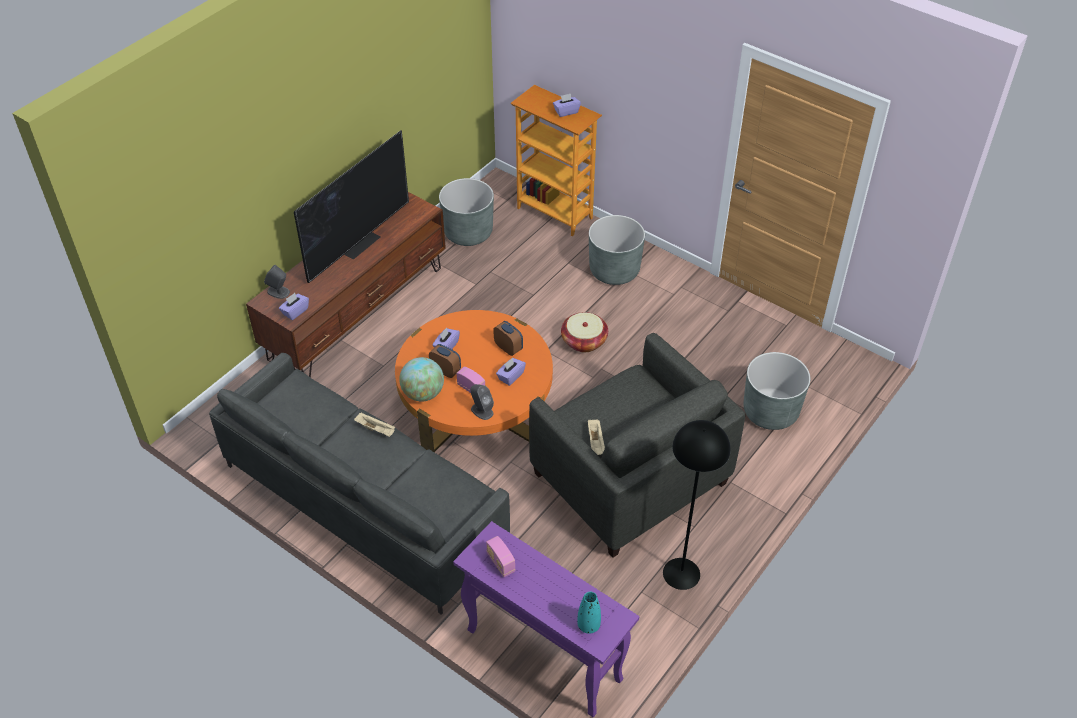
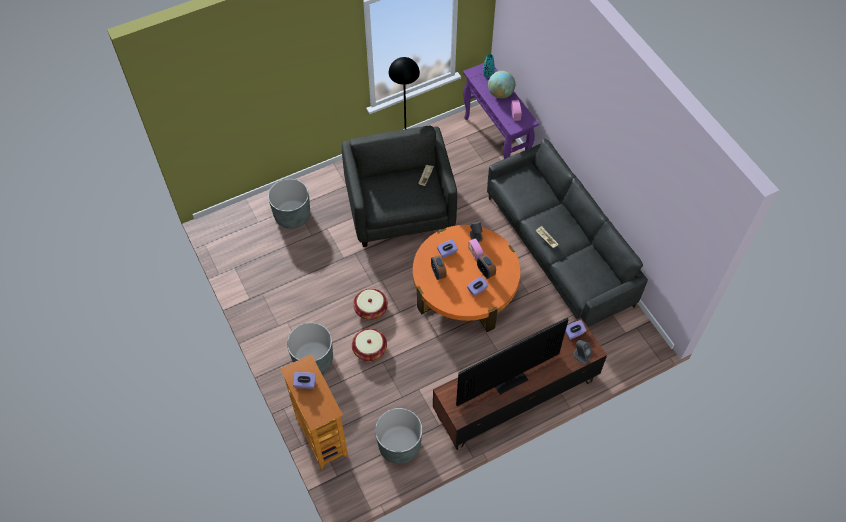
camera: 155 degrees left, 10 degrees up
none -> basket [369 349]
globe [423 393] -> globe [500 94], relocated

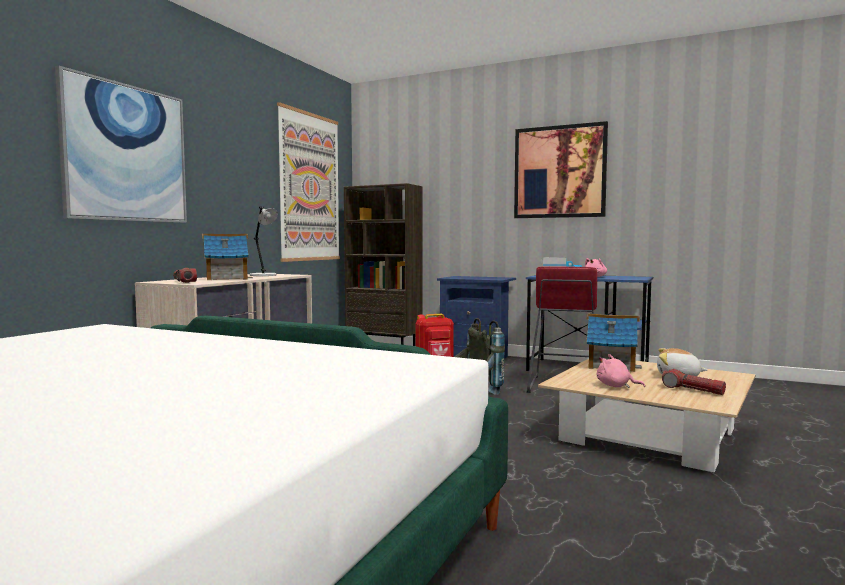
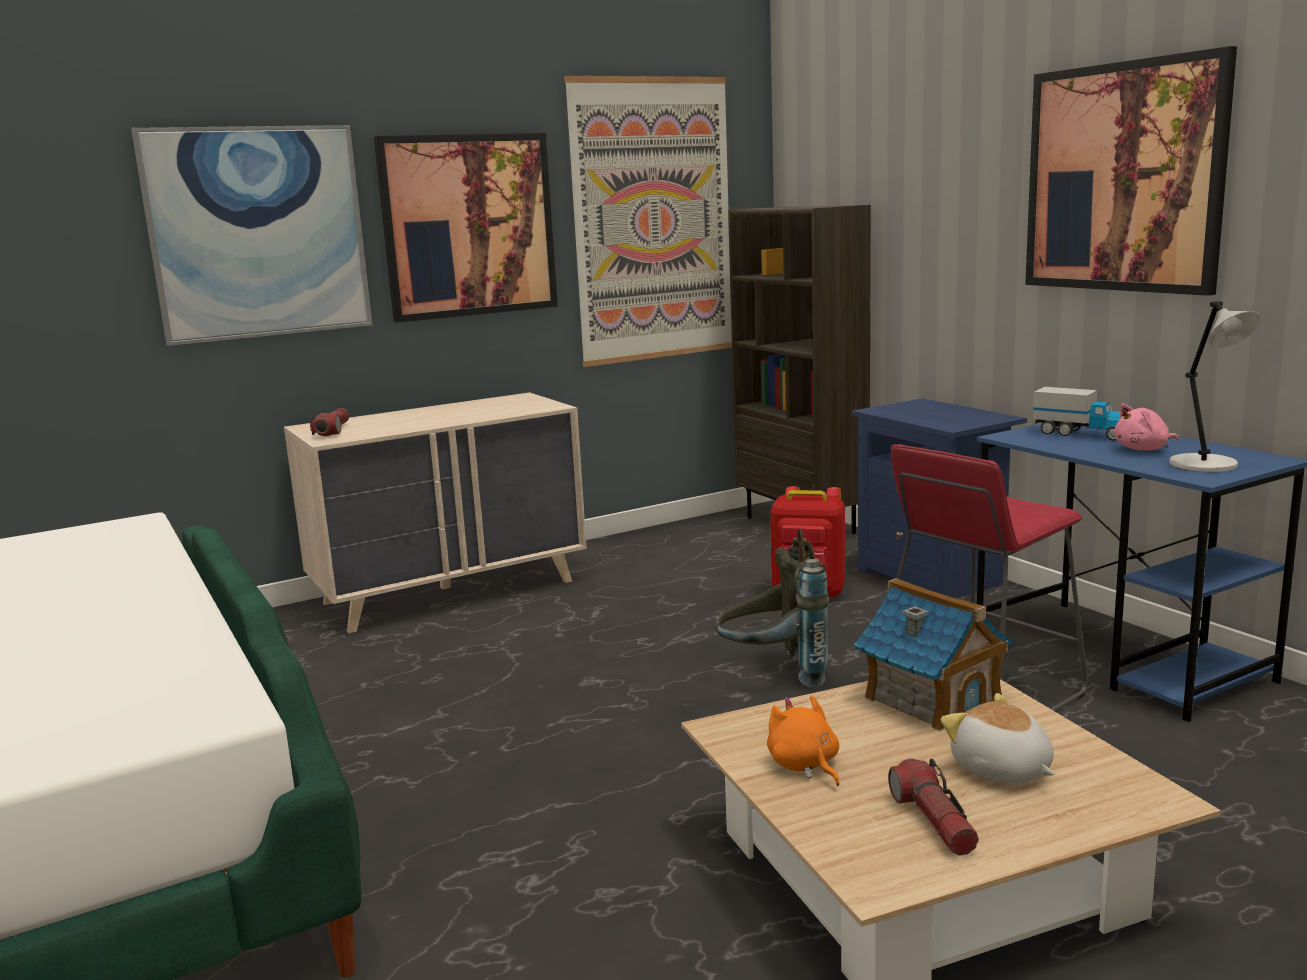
camera: 35 degrees right, 10 degrees up
toy house [226 278] -> none
none -> picture [469 226]
table lamp/grey [264 275] -> table lamp/grey [1206 465], relocated
plush toy/pink [616 386] -> plush toy/orange [804 765]

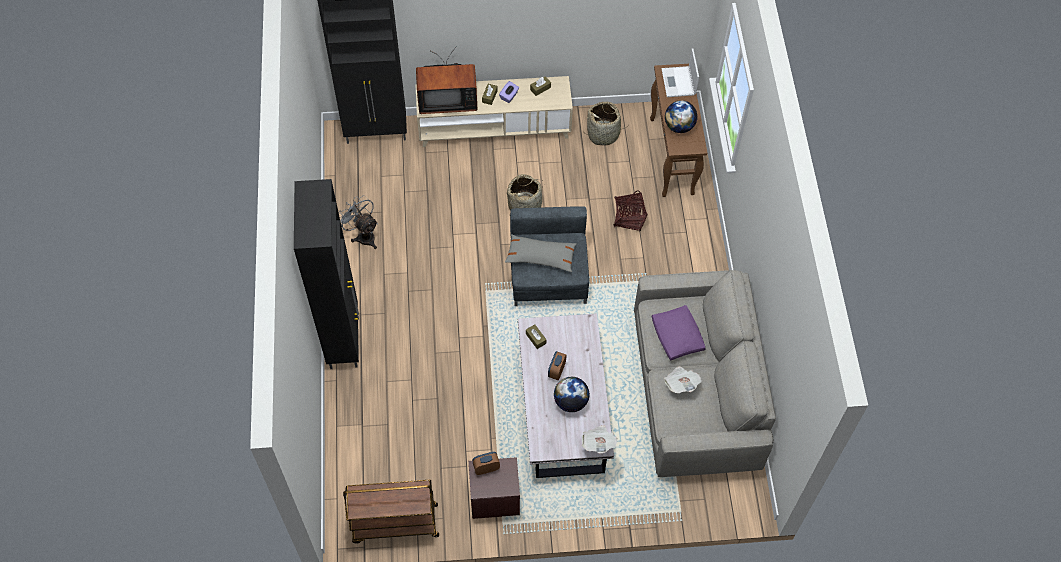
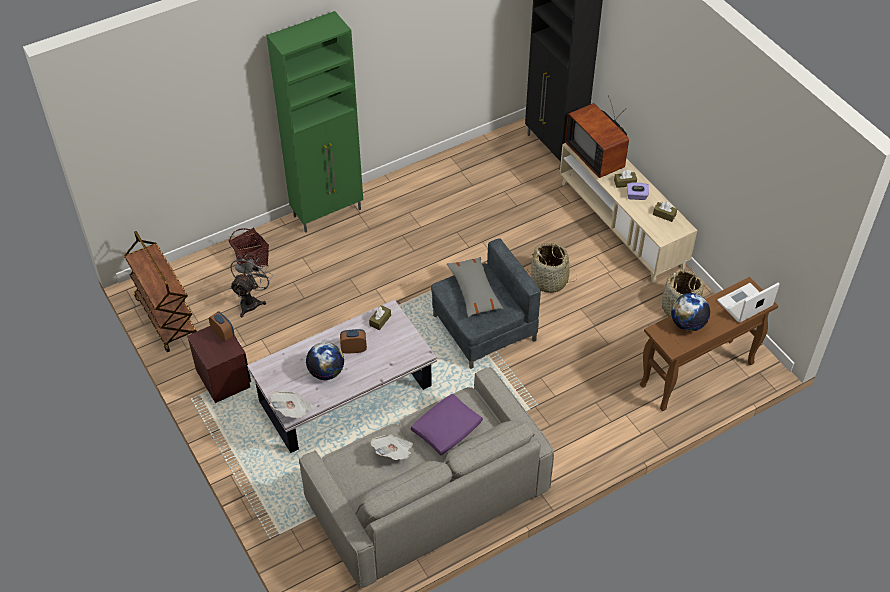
camera: 65 degrees right, 10 degrees down
fan/grey [363 235] -> fan/grey [251 301], relocated
basket [629 218] -> basket [251 259], relocated
cabinet/black [344 338] -> cabinet/green [328 213]

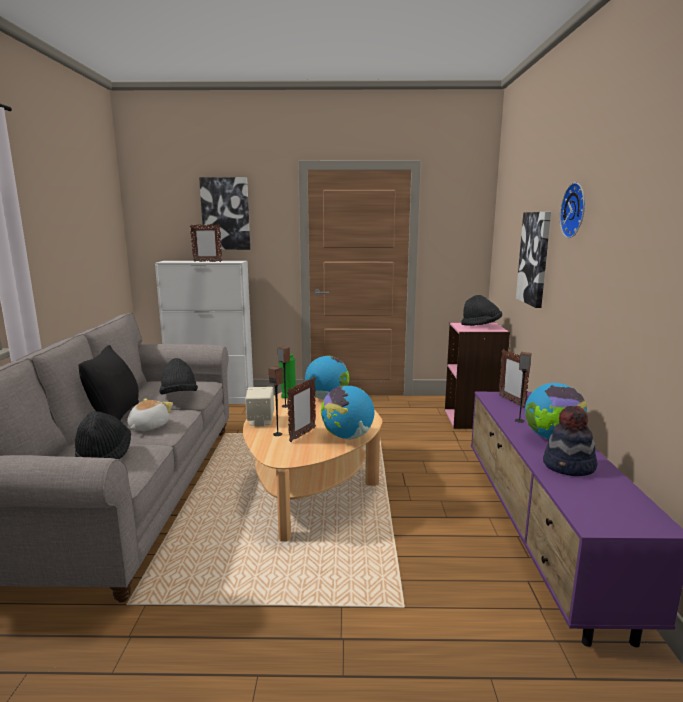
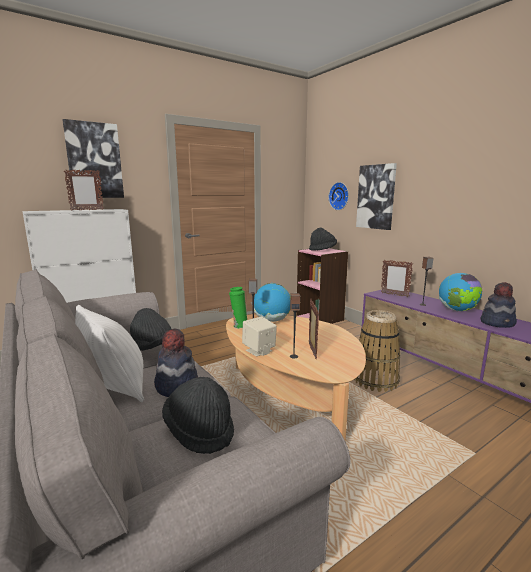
camera: 35 degrees left, 0 degrees up
globe [347 437] -> none
none -> basket [375 380]
wall clock [576 210] -> wall clock [340 196], relocated
plush toy [148 426] -> hat [176 386]
pillow/black [116 416] -> pillow/white [114 387]

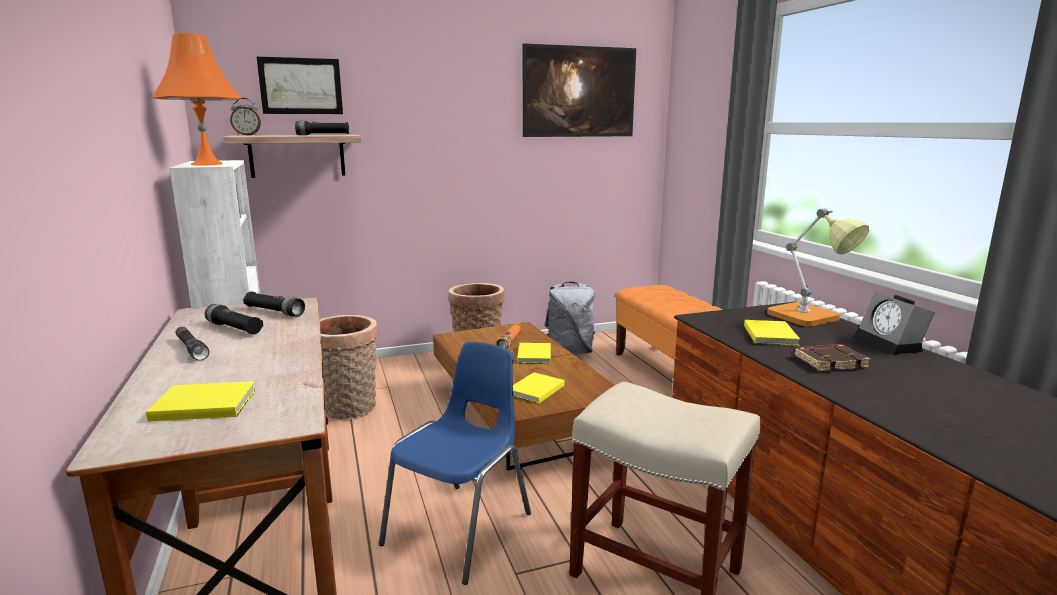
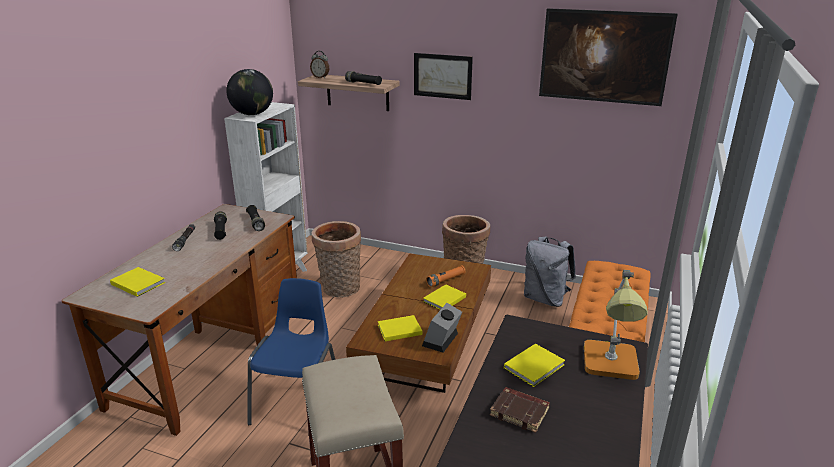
camera: 40 degrees right, 10 degrees up
picture [301 86] -> picture [442 76], relocated
alarm clock [891 344] -> alarm clock [441 341], relocated
table lamp/orange [207 164] -> globe [252 114]
chair/blue [461 528] -> chair/blue [298 401], 60 degrees counterclockwise

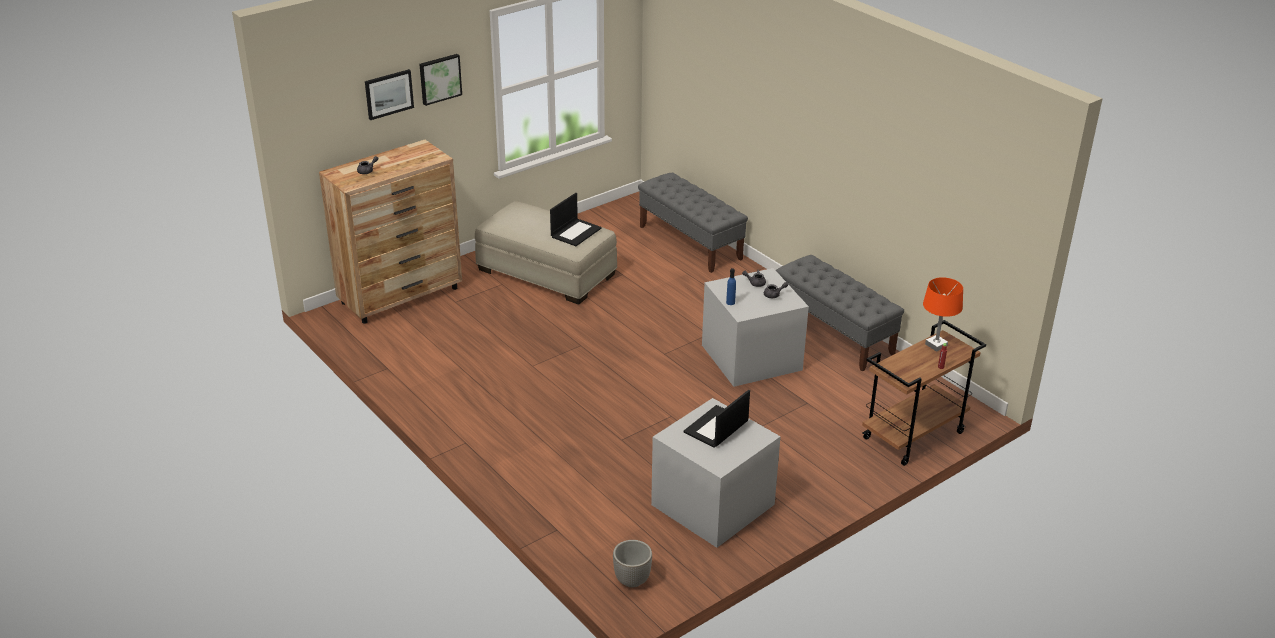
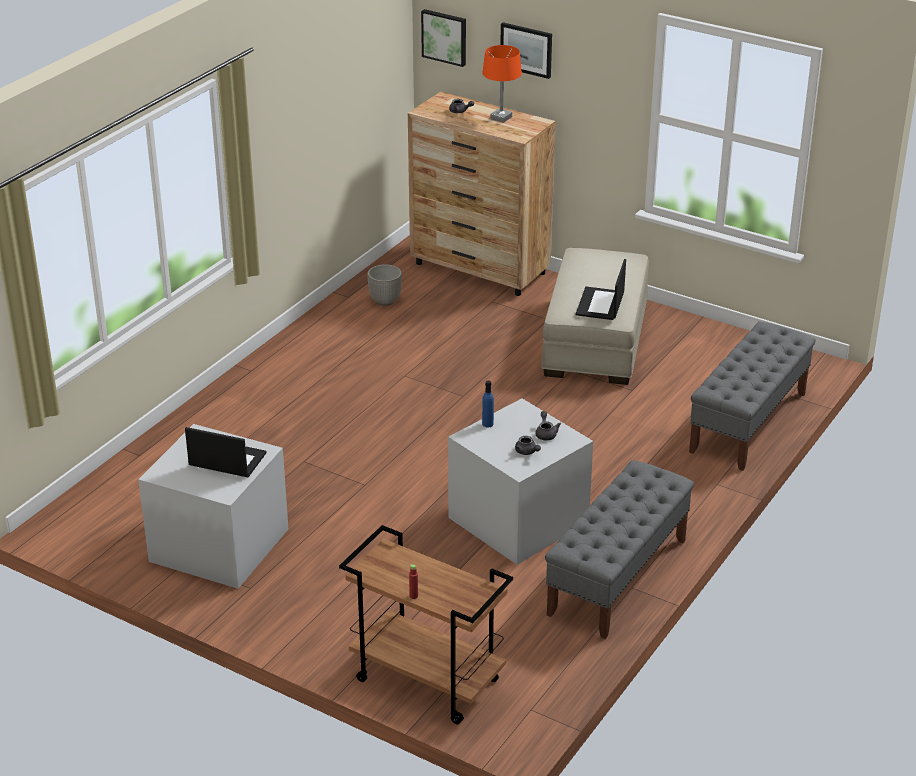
camera: 70 degrees right, 0 degrees up
picture [439 78] -> picture [445 37], relocated
planter [632 580] -> planter [385 301], relocated
table lamp/orange [936 345] -> table lamp/orange [501 117], relocated
laptop [576 232] -> laptop [600 304], 90 degrees clockwise

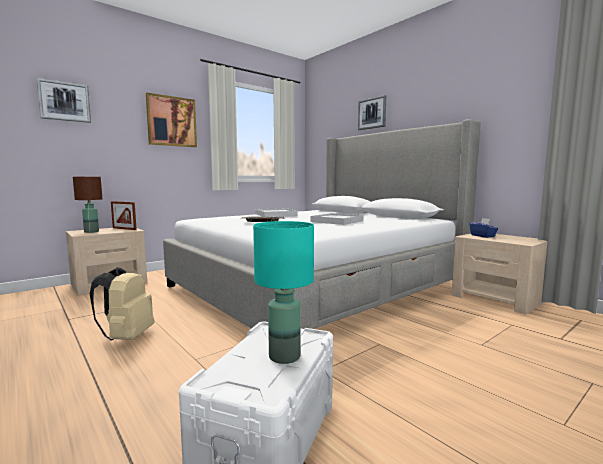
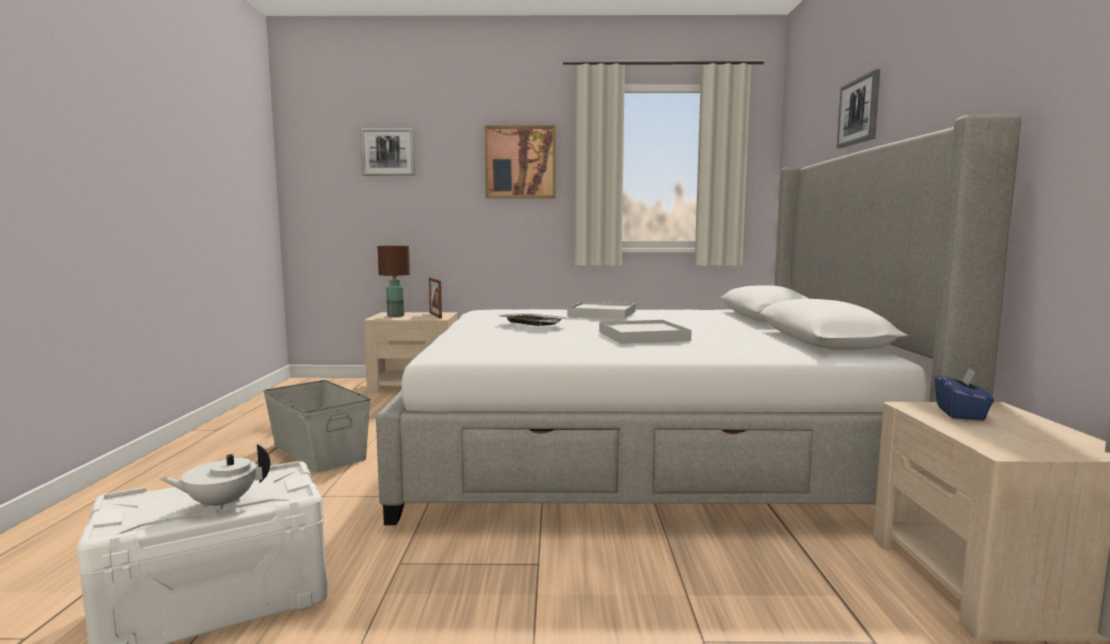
camera: 40 degrees right, 0 degrees up
backpack/beige [127 337] -> storage box/grey [319 451]
table lamp/turquoise [283 356] -> teapot/white [221 504]

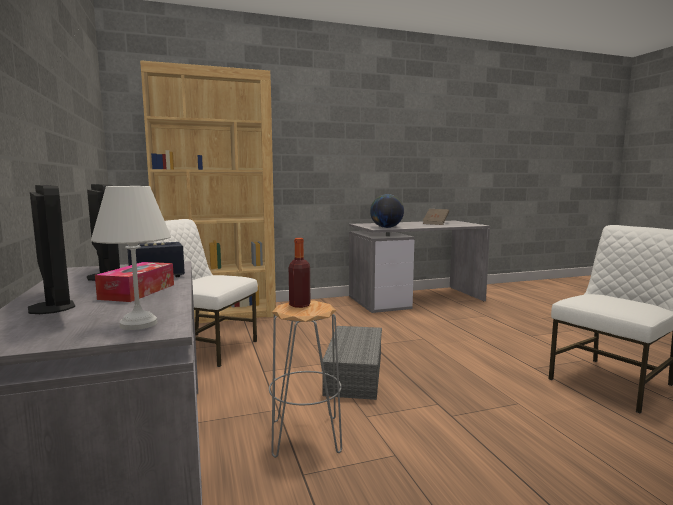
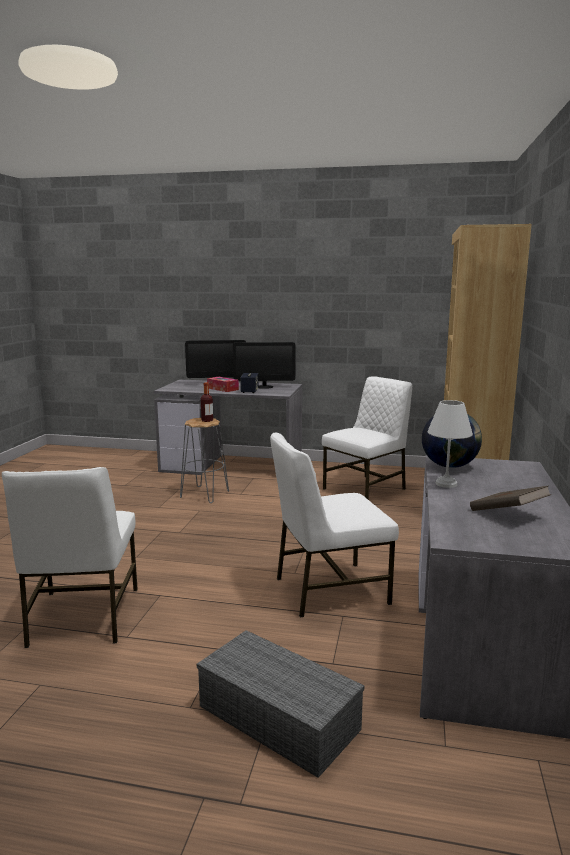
camera: 120 degrees right, 5 degrees up
none -> chair/white [329 590]
table lamp/white [140 323] -> table lamp/white [447 484], relocated
storage box/grey [353 373] -> storage box/grey [281 717], relocated

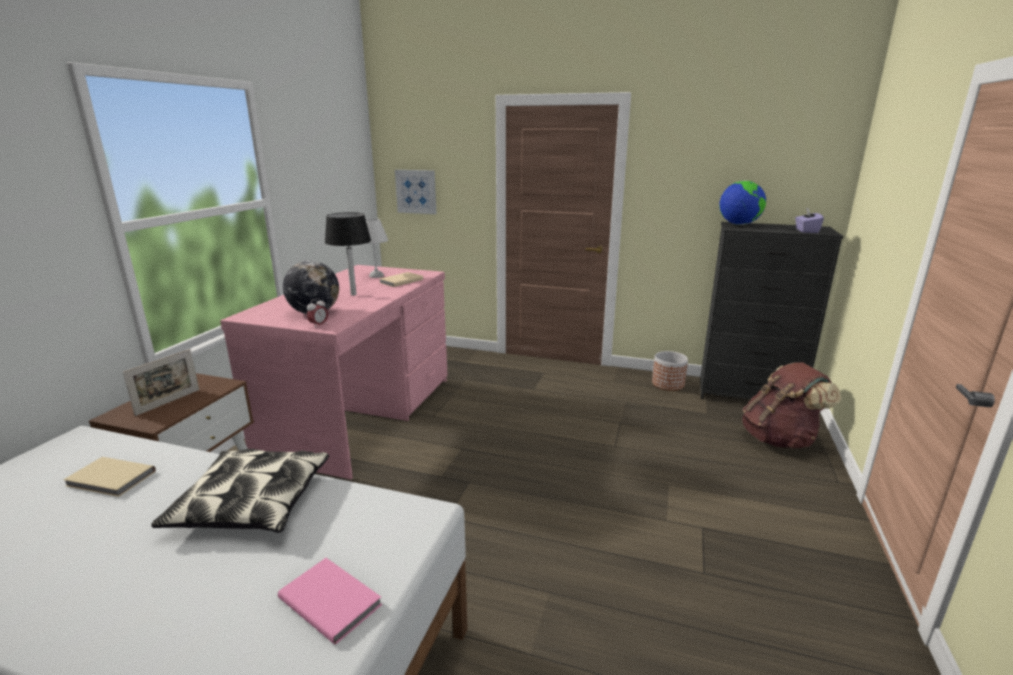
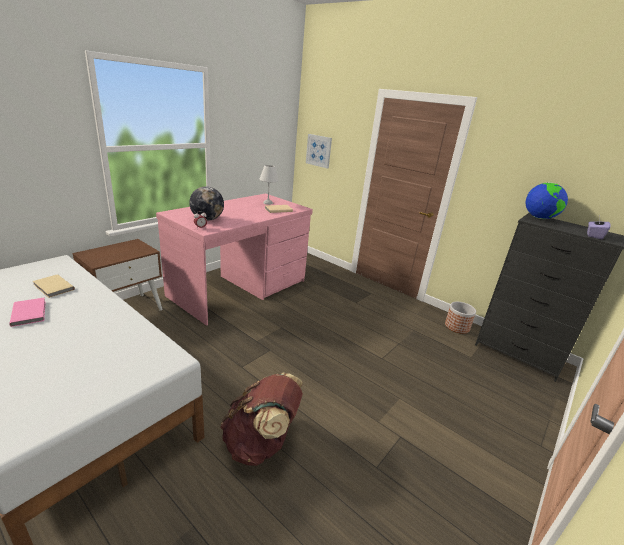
camera: 20 degrees right, 5 degrees up
picture frame [168 402] -> none
pillow [251 503] -> none
table lamp/black [353 294] -> none
book/pink [331 599] -> book/pink [30 312], relocated
backpack/brown [779 439] -> backpack/brown [261 443], relocated

